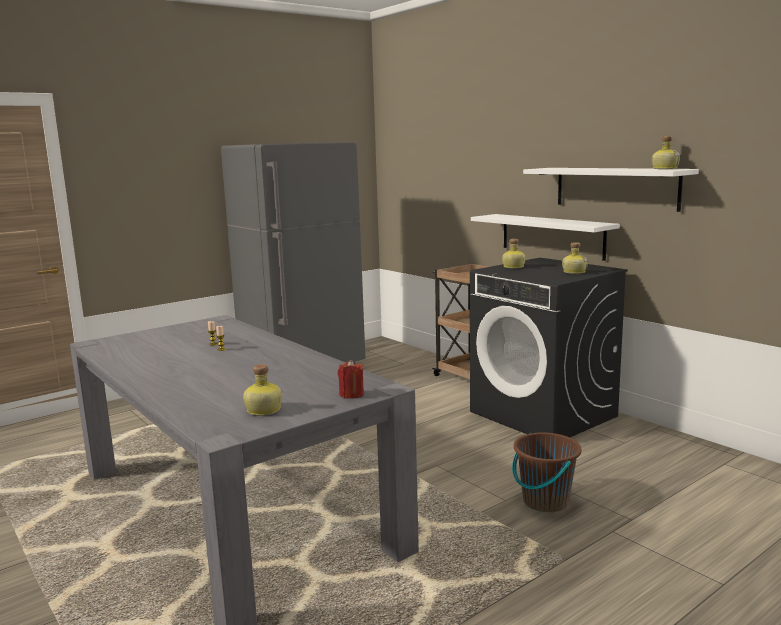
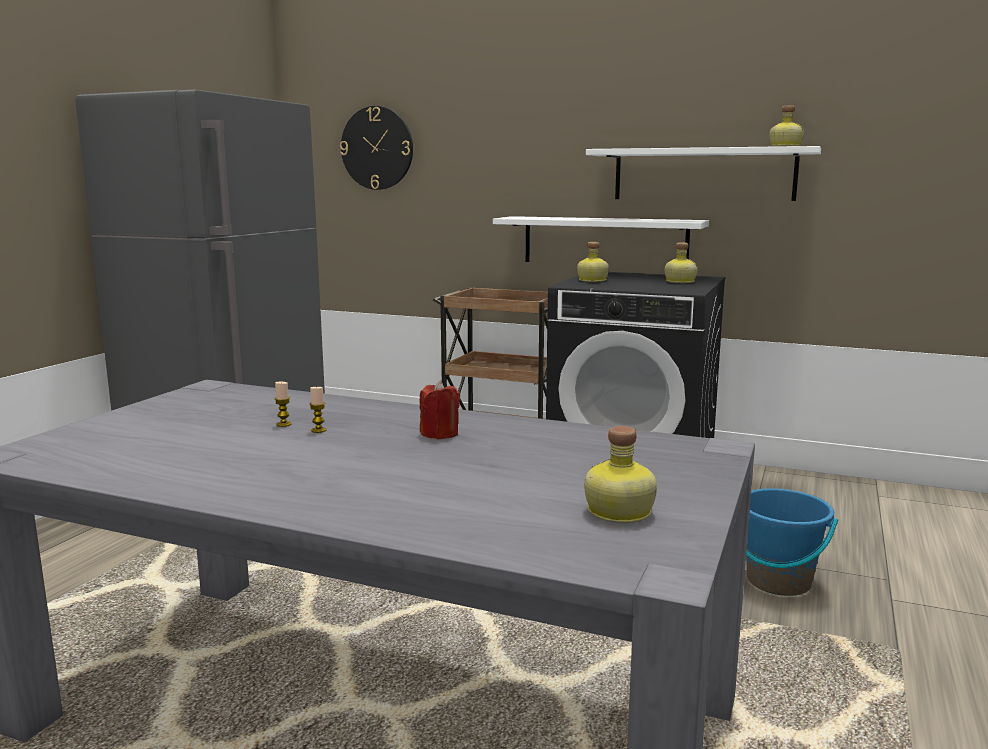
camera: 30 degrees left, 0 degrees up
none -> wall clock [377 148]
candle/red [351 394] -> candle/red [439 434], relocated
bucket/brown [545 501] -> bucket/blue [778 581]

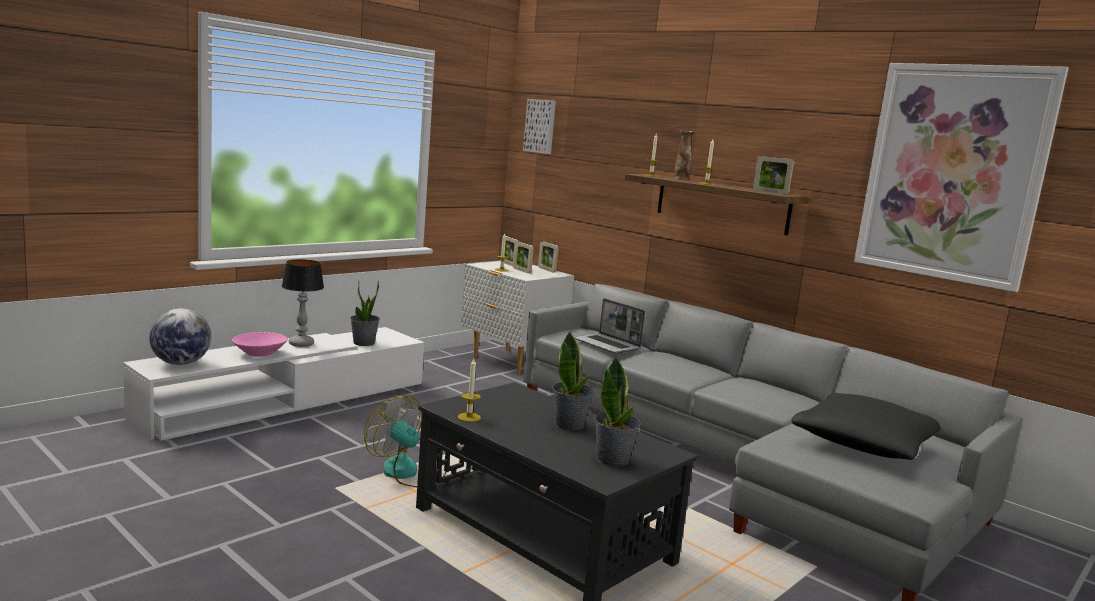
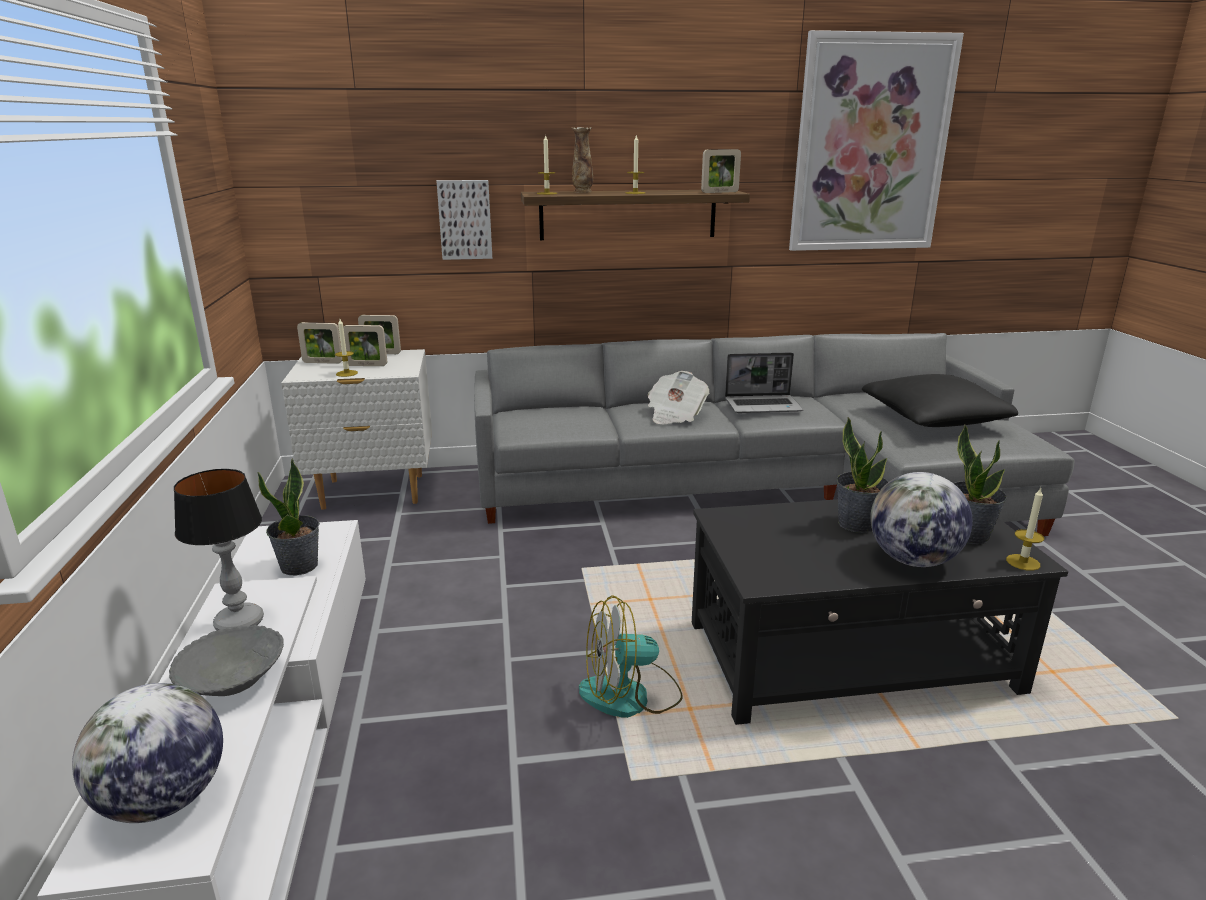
camera: 50 degrees left, 10 degrees up
none -> newspaper [675 415]
none -> globe [913 560]
candle [469 417] -> candle [1023 562], relocated
picture [540 126] -> picture [465 219], relocated
laptop [607 345] -> laptop [763 406], relocated
bowl/pink [259 353] -> bowl/grey [232 681]

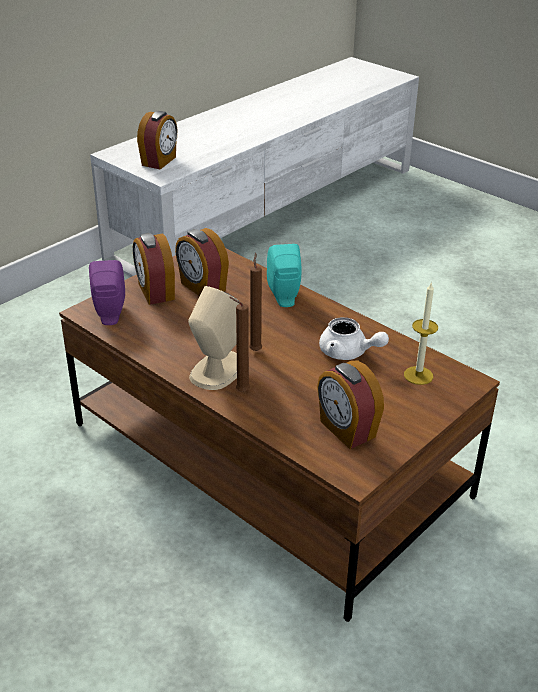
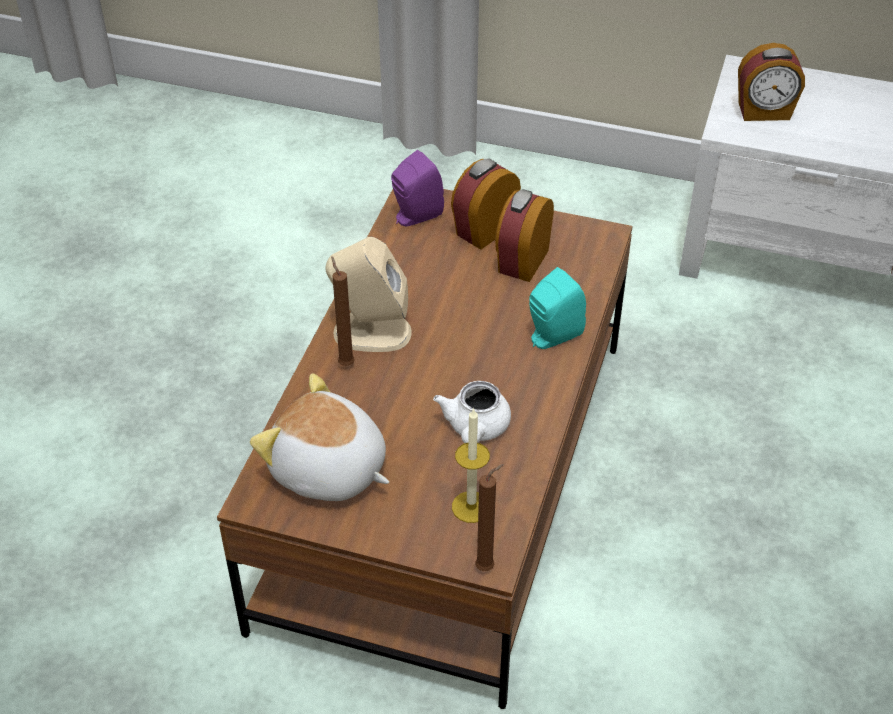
camera: 65 degrees right, 10 degrees up
candle/brown [255 349] -> candle/brown [487 567], relocated
alarm clock [346 430] -> plush toy [328 470]

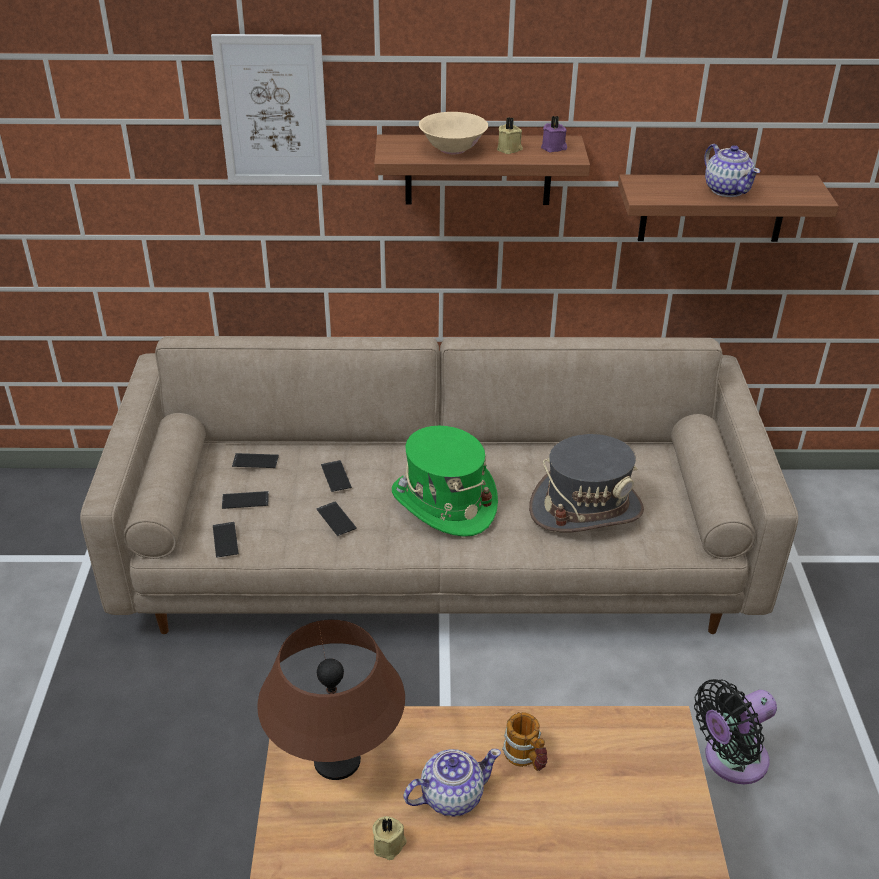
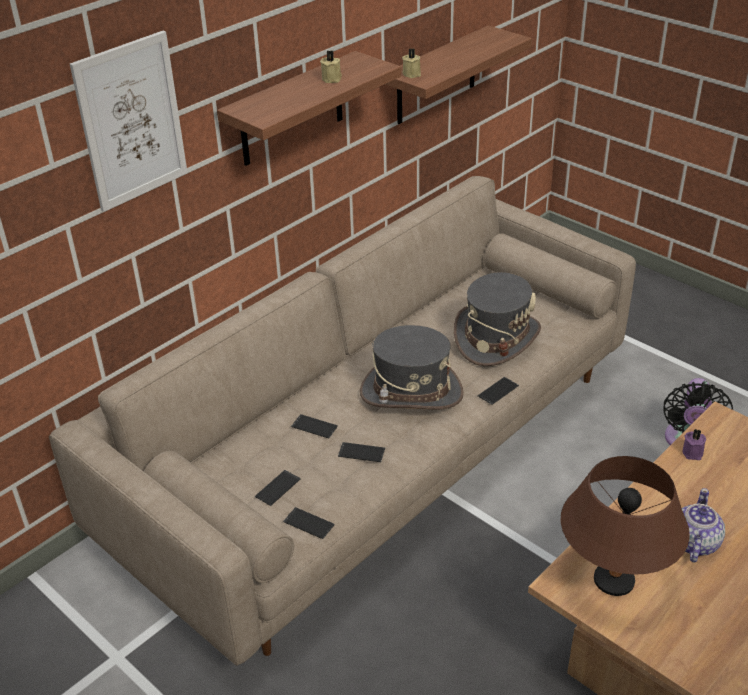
camera: 45 degrees left, 0 degrees up
bowl/beige [452 149] -> none
mug [526 757] -> none
teapot [727 190] -> none
phone [255 461] -> phone [498 391], relocated
candle/beige [390 845] -> candle/beige [412 74], relocated
candle/purple [554 148] -> candle/purple [693 452], relocated
hat/green [443 502] -> hat/grey [411 392]

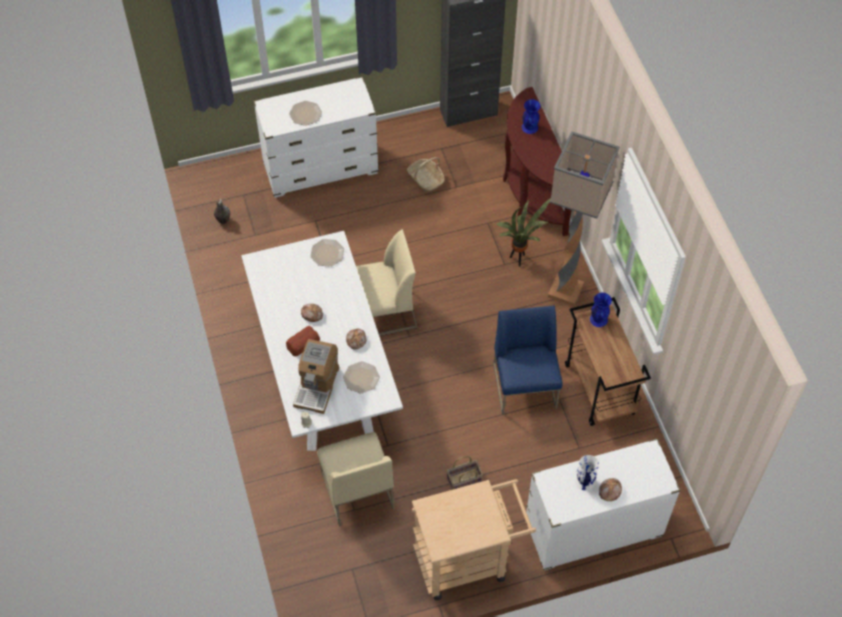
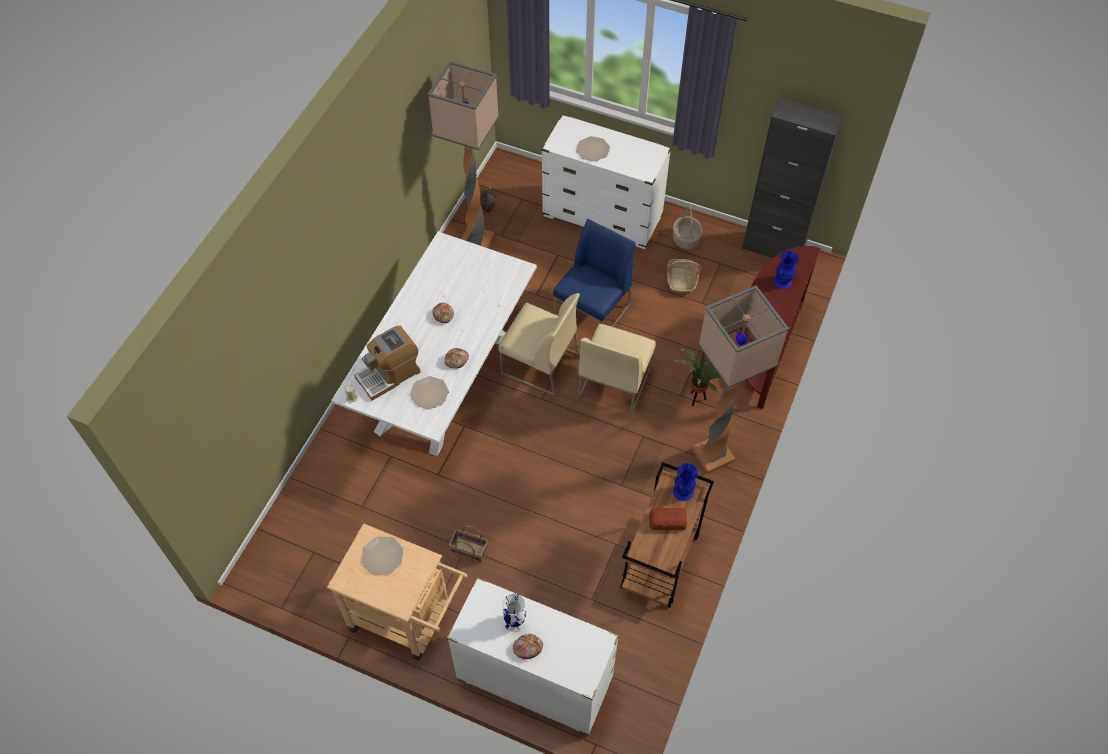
camera: 40 degrees right, 0 degrees up
none -> floor lamp [476 241]
none -> basket [685 239]
bread [303 343] -> bread [668 521], relocated
plate [327 253] -> plate [383 555], relocated
chair/beige [357 490] -> chair/beige [614 384], relocated
chair/blue [525 386] -> chair/blue [593 313], relocated

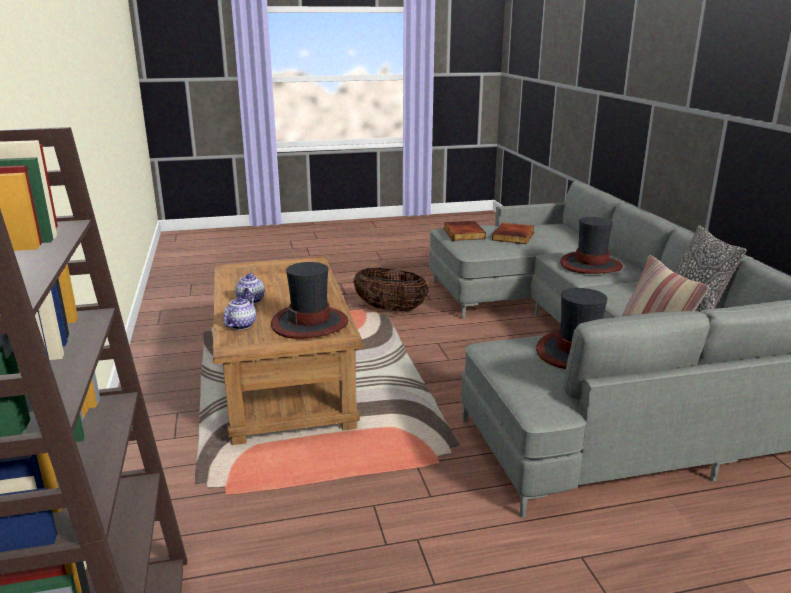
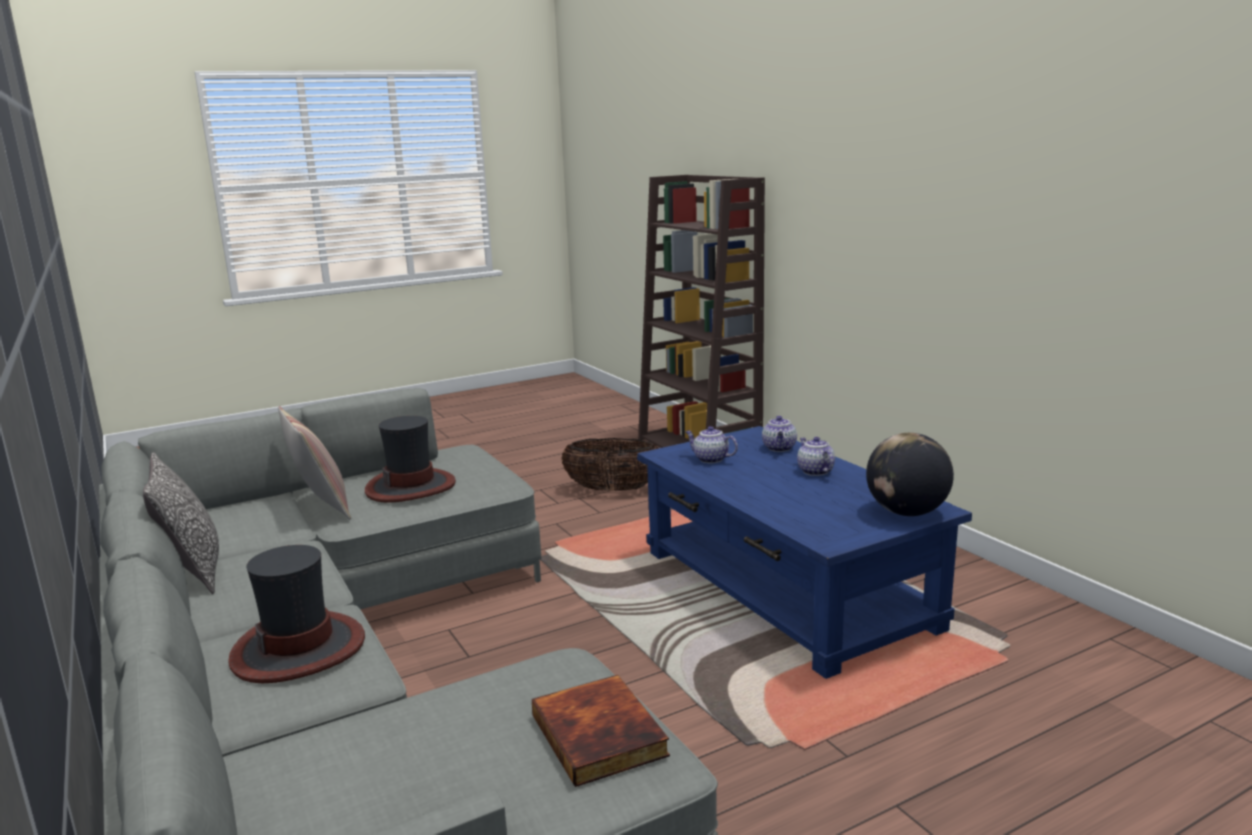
camera: 165 degrees right, 5 degrees down
book [514 236] -> none
none -> globe [907 512]
basket [390 309] -> basket [613 490], relocated
hat [310 323] -> teapot [710 459]
coffee table/brown [285 379] -> coffee table/blue [784 589]

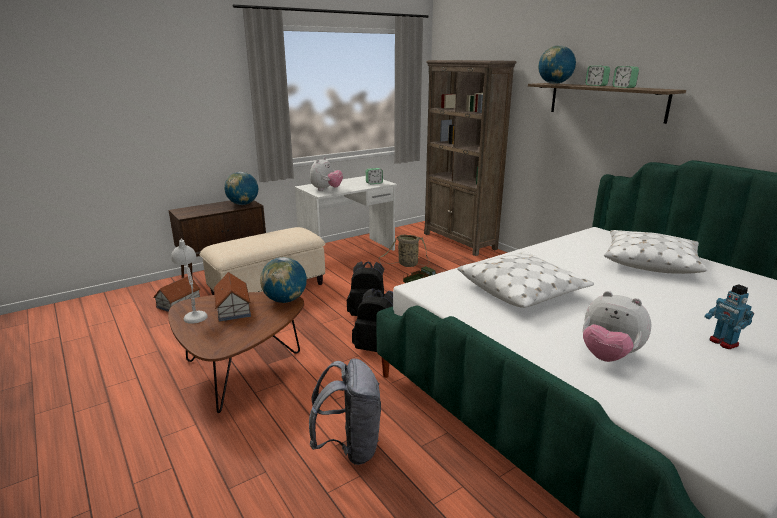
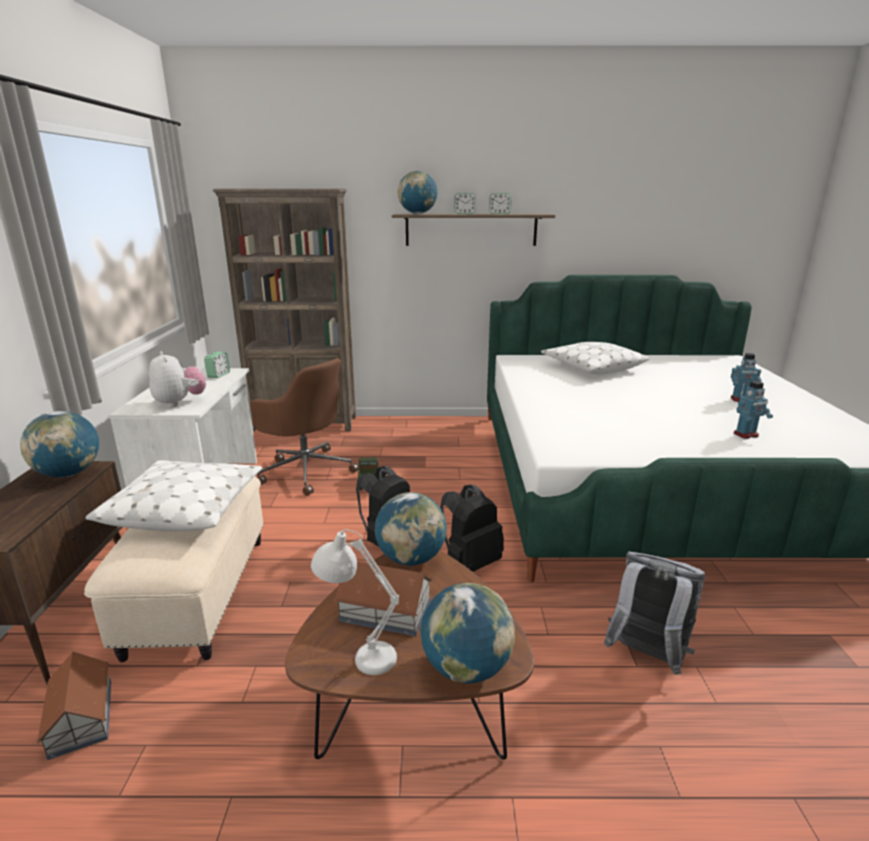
camera: 55 degrees left, 0 degrees up
none -> globe [466 668]
pillow/white [522 290] -> pillow/white [185 508], relocated
basket [406 264] -> office chair/brown [306 470]
plush toy [608 356] -> toy robot [746 435]

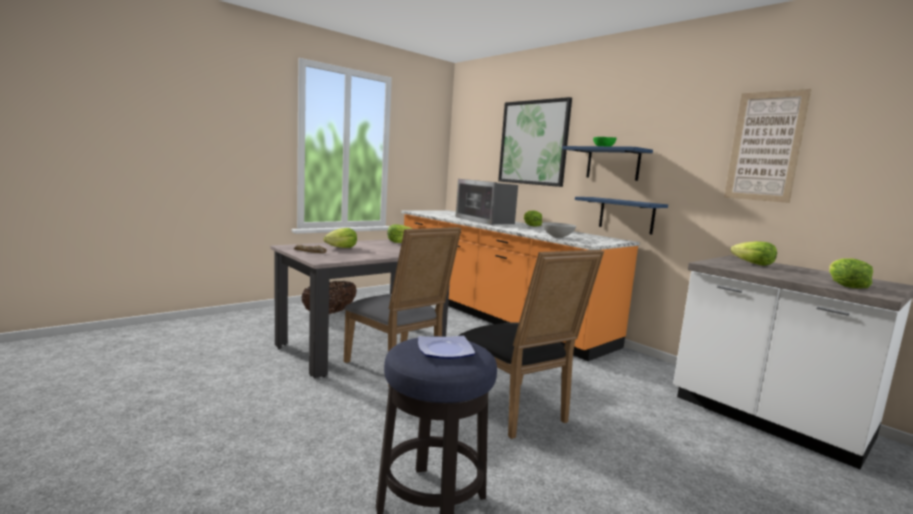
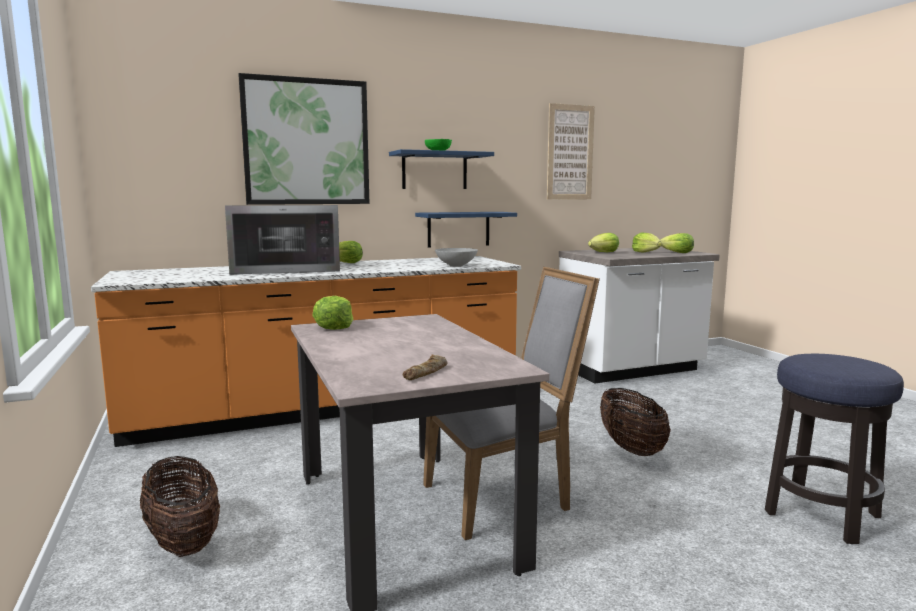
camera: 70 degrees left, 0 degrees up
plate [444 350] -> none
lettuce [341 248] -> lettuce [646 252], relocated
chair/black [516 411] -> basket [631 448]

